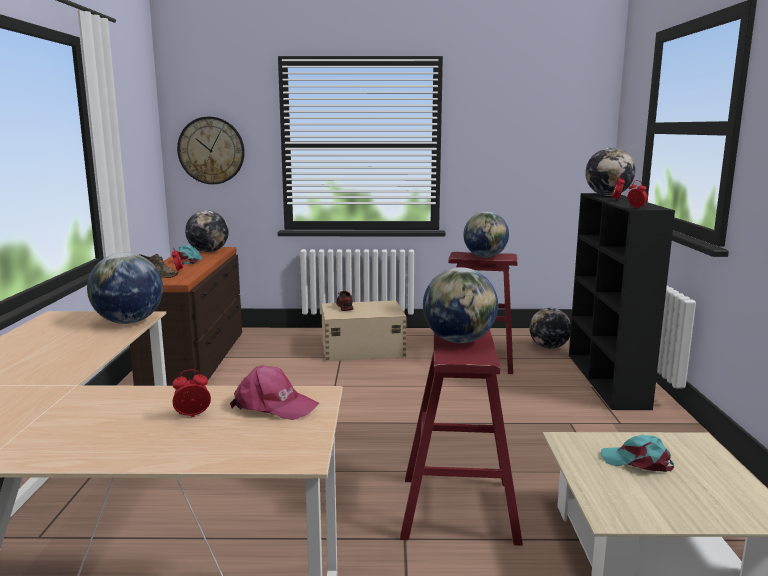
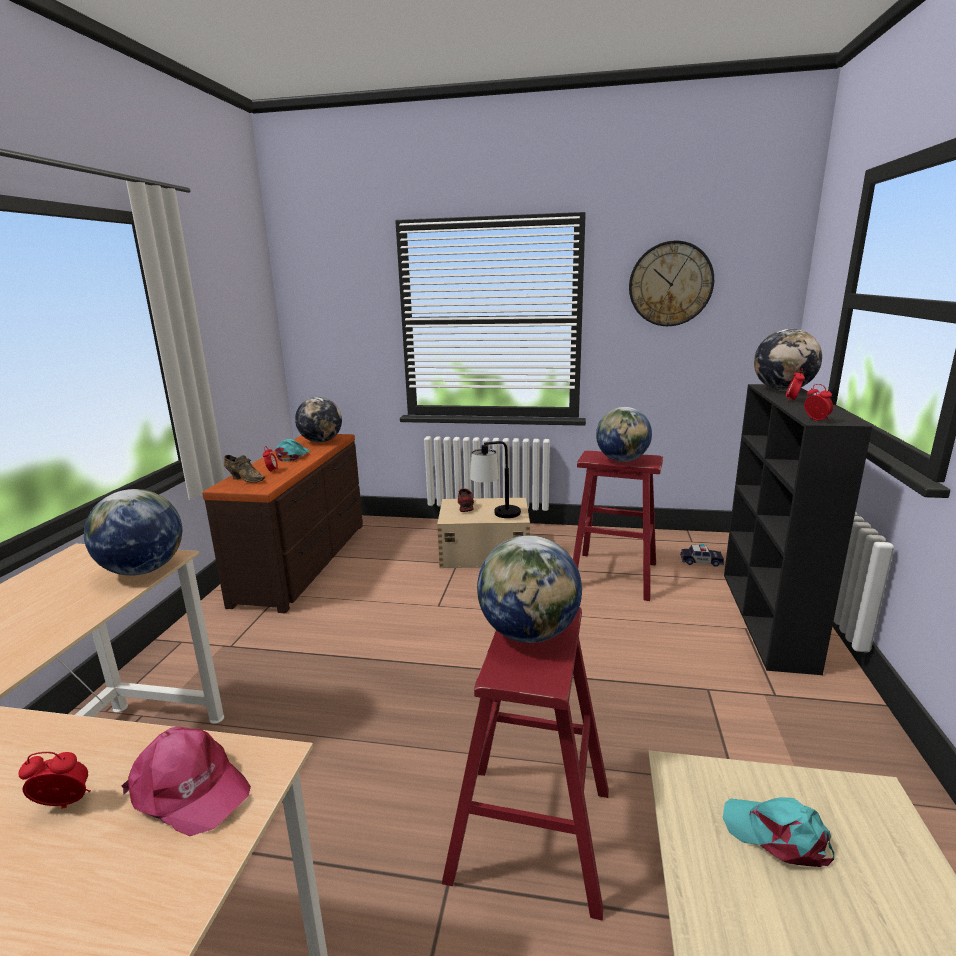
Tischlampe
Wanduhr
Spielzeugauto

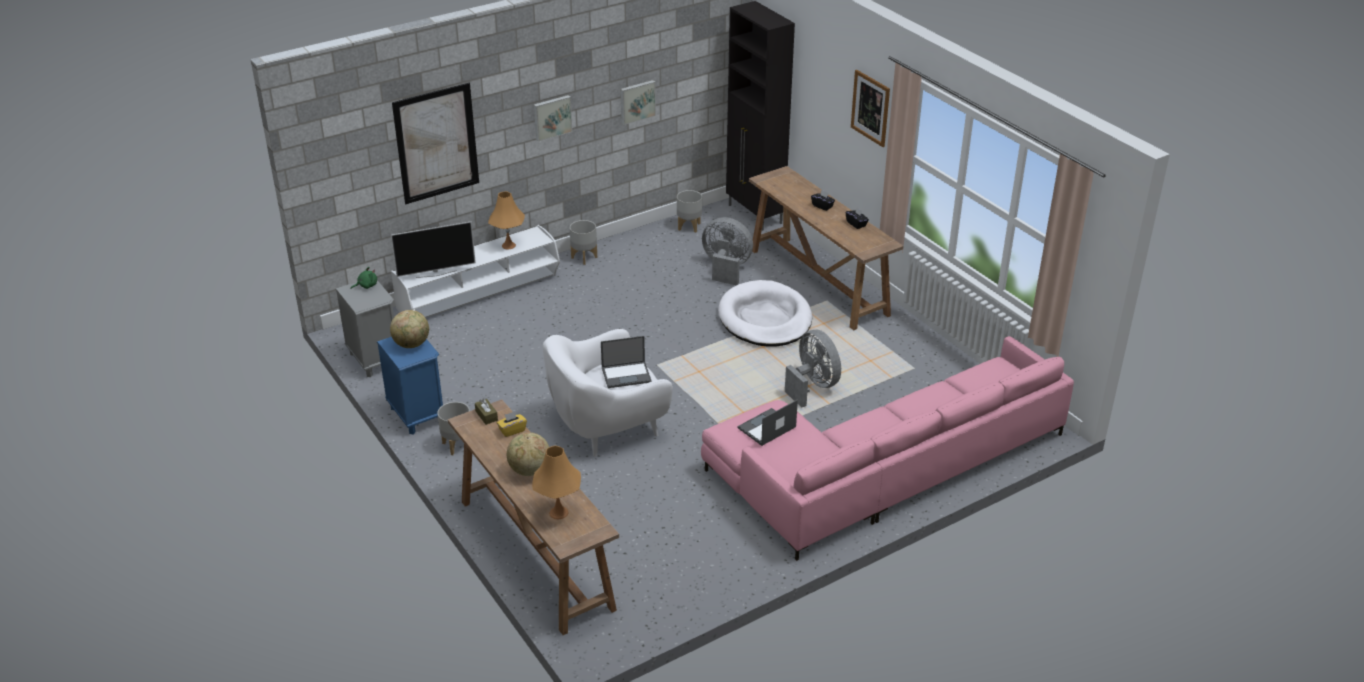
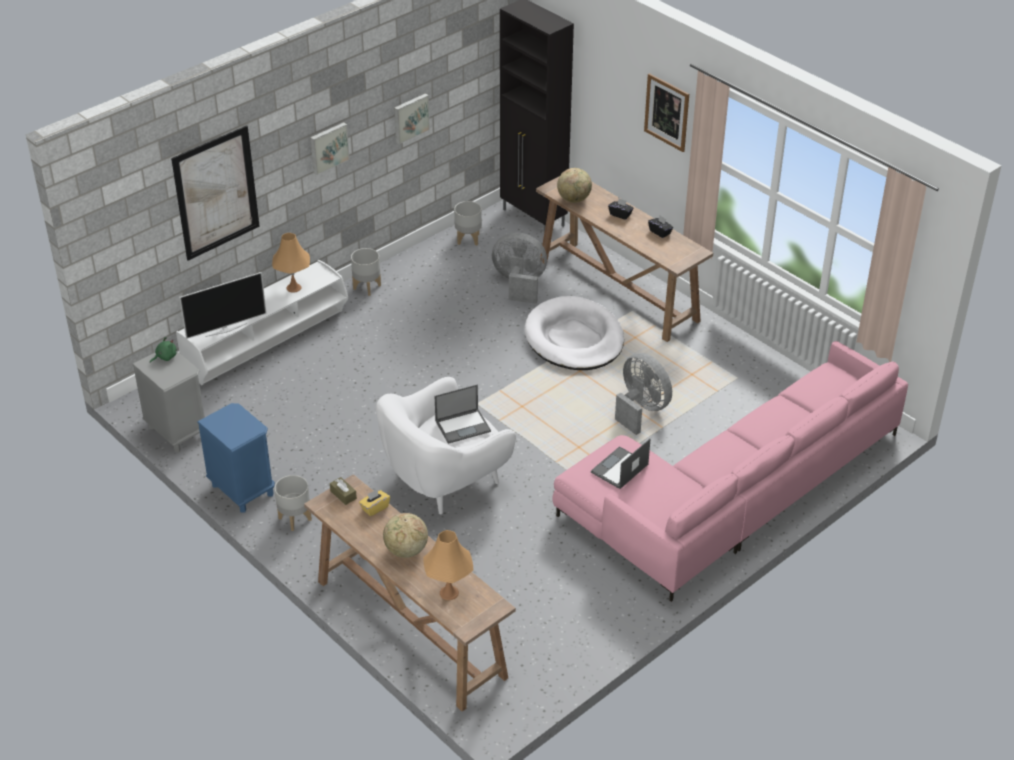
Globus (no. 2 from left)

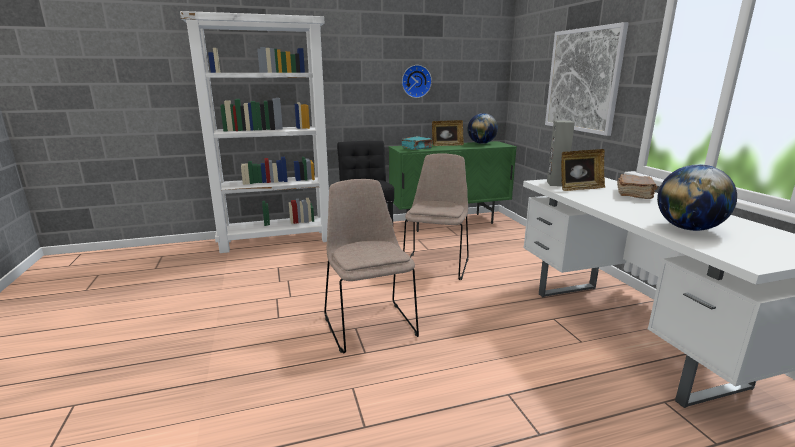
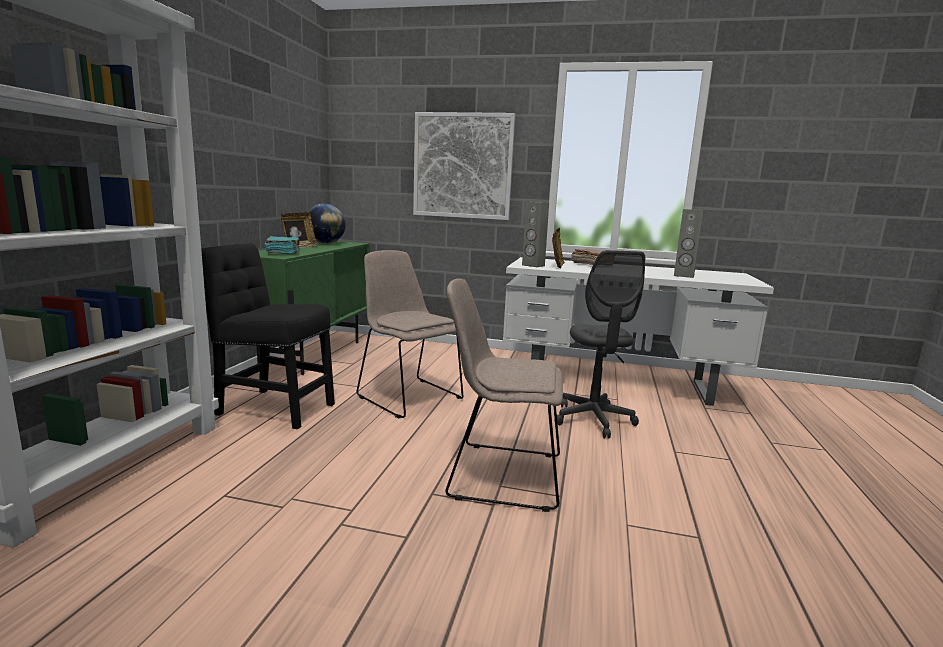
Bürostuhl/grau
Lautsprecher/grau (no. 2 from left)
Wanduhr

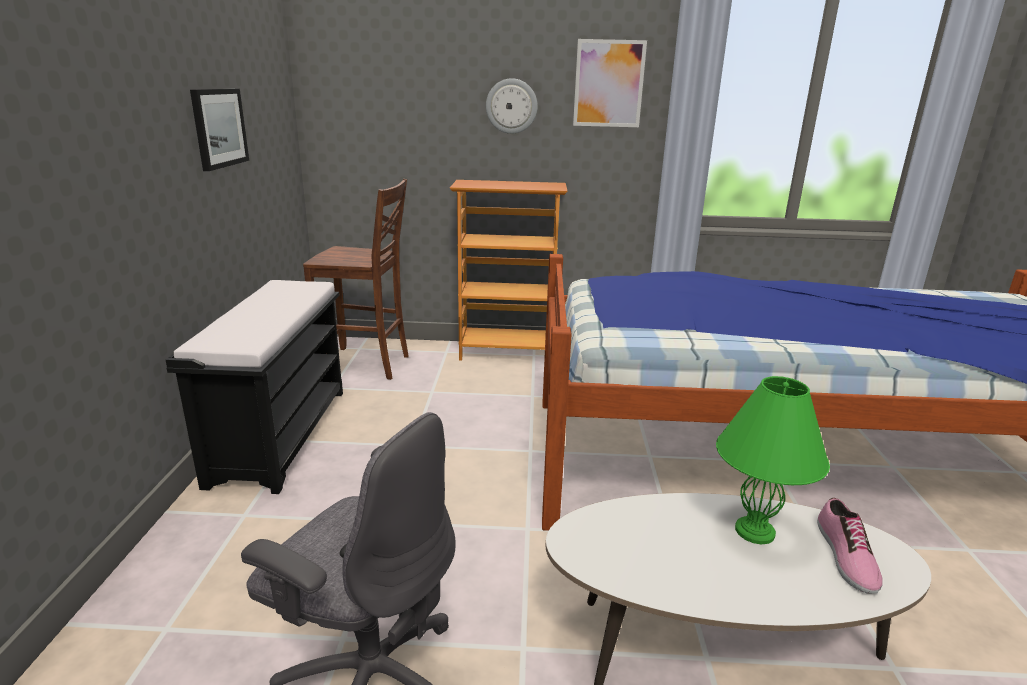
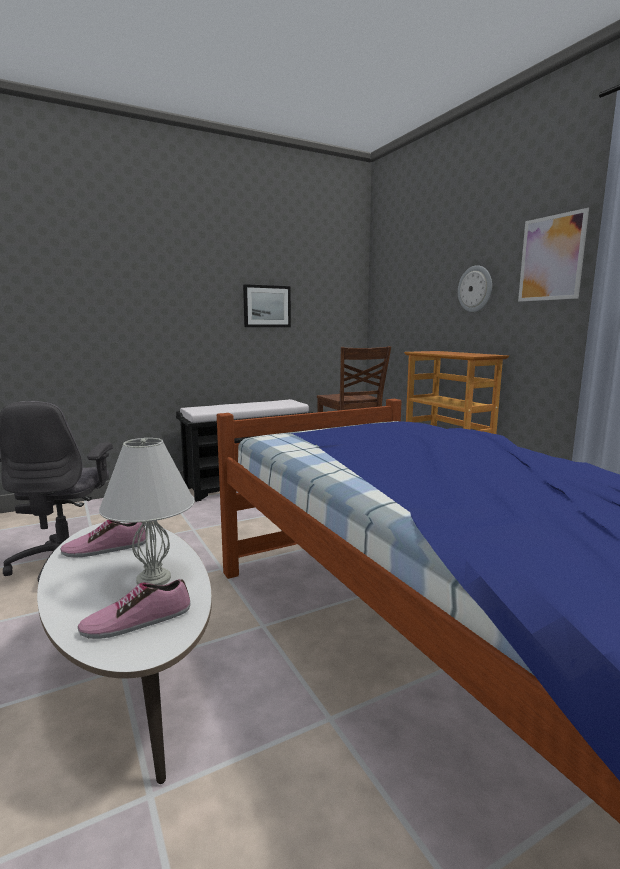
Schuh (no. 1 from left)
Tischlampe/weiß

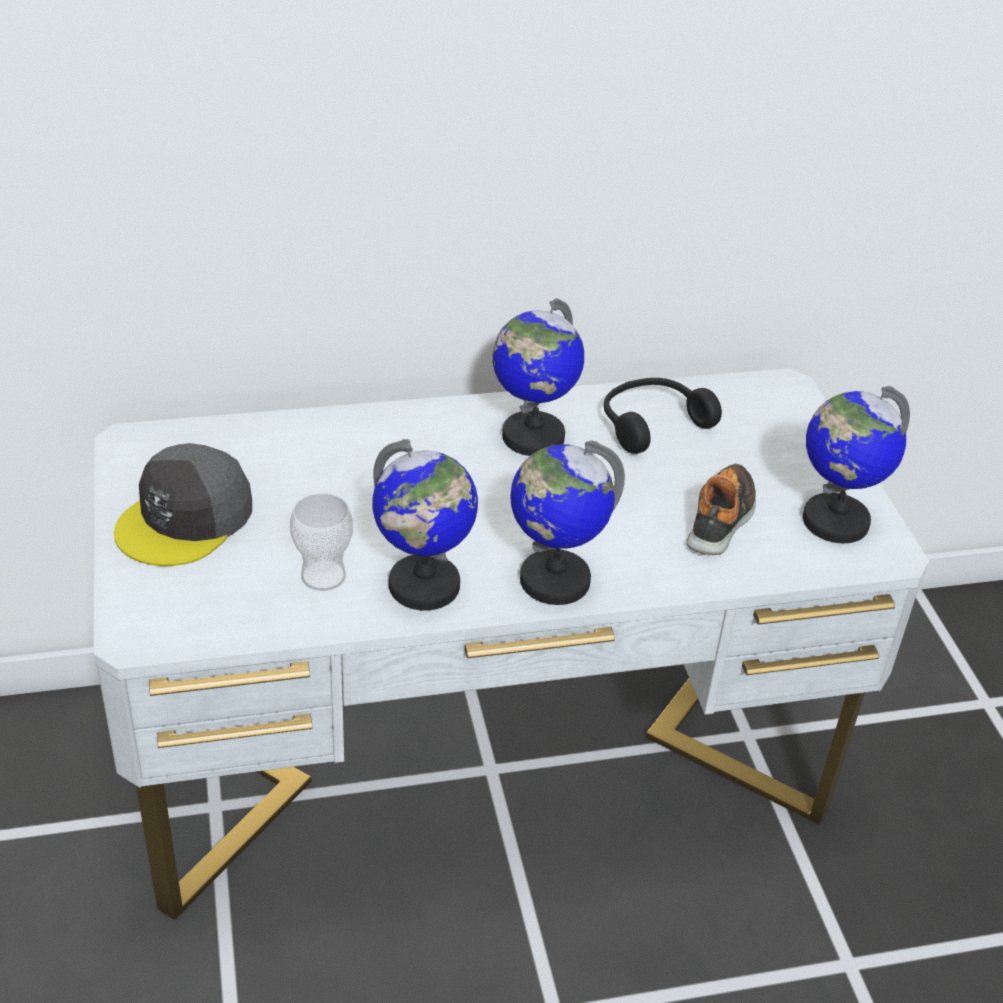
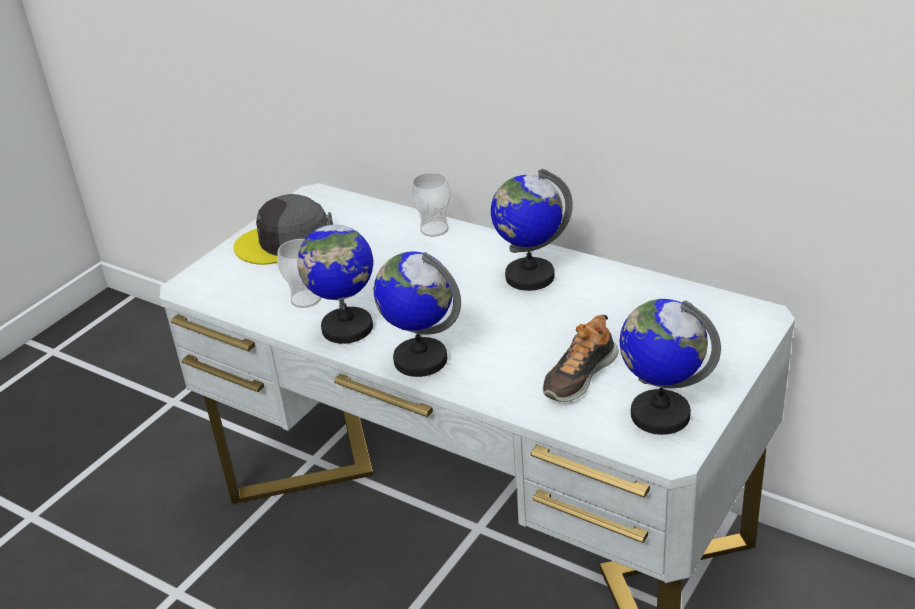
Tasse (no. 2 from left)
Schuh
Kopfhörer/schwarz

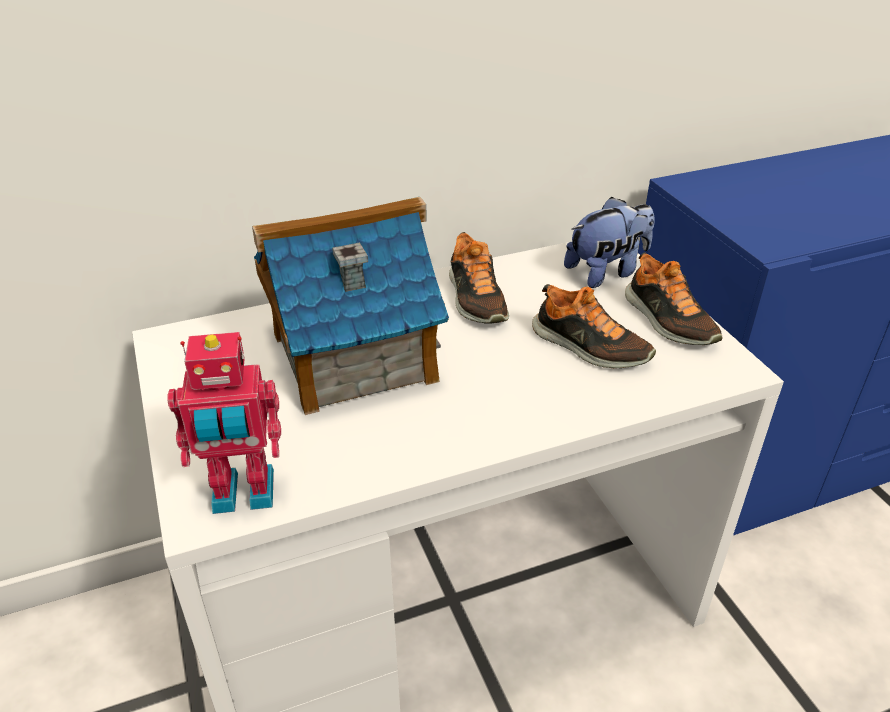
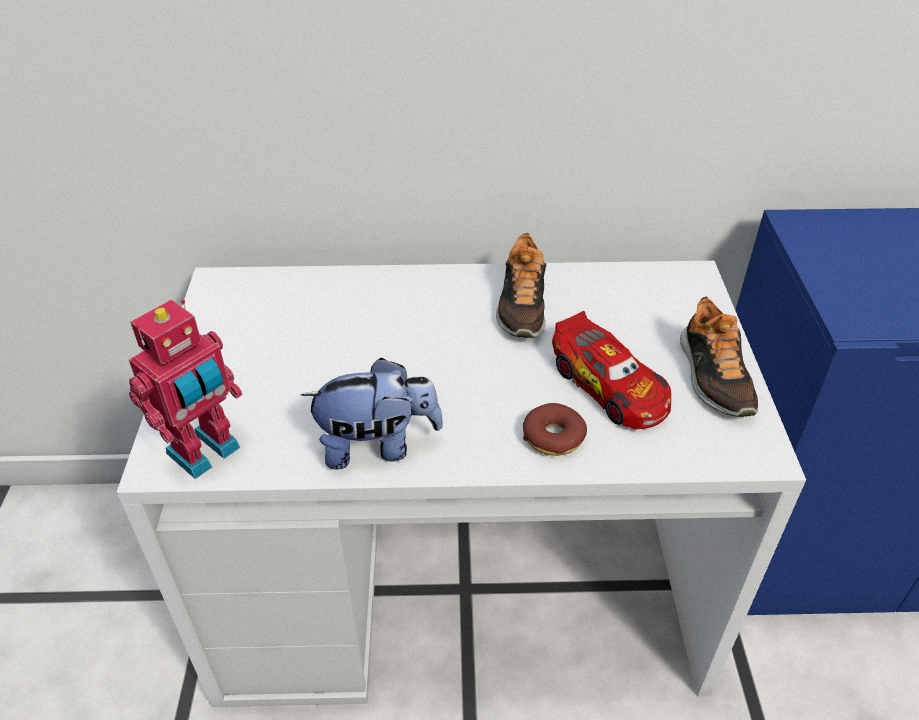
Spielzeugroboter
Plüschtier
Donut
Spielzeugauto
Spielzeughaus

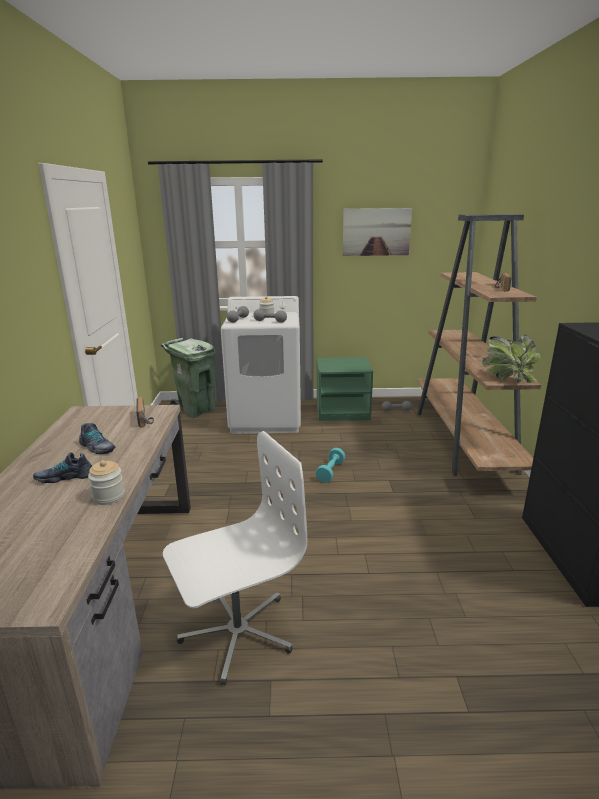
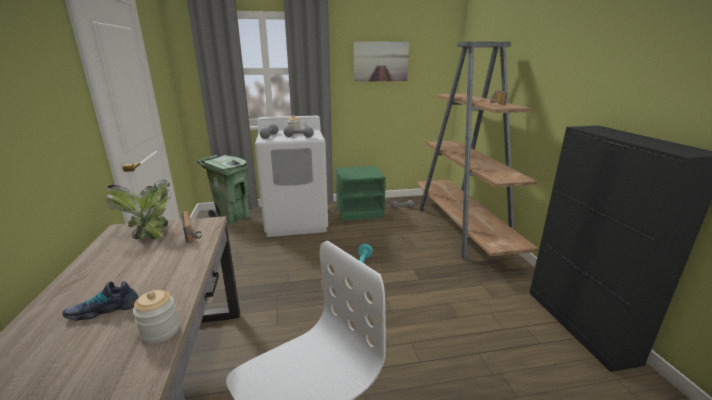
Topfpflanze
Schuh (no. 2 from left in the first image)

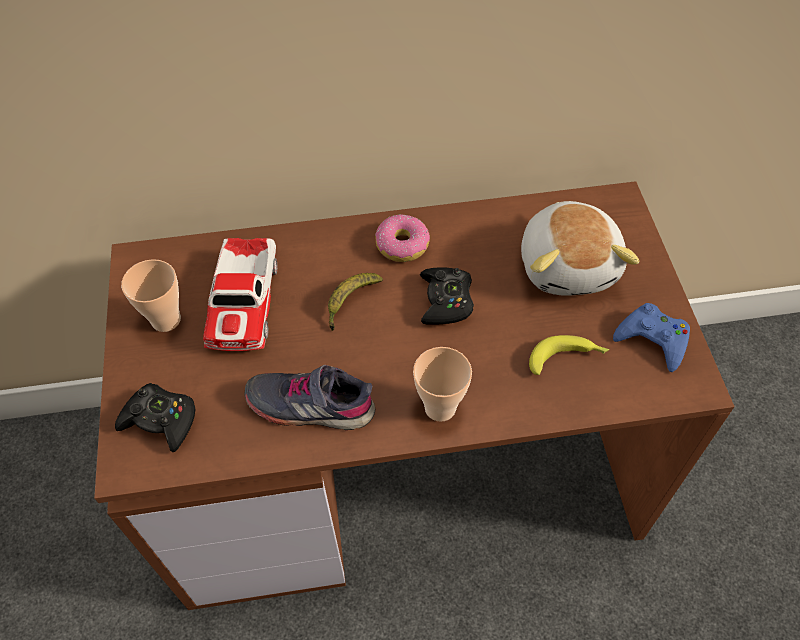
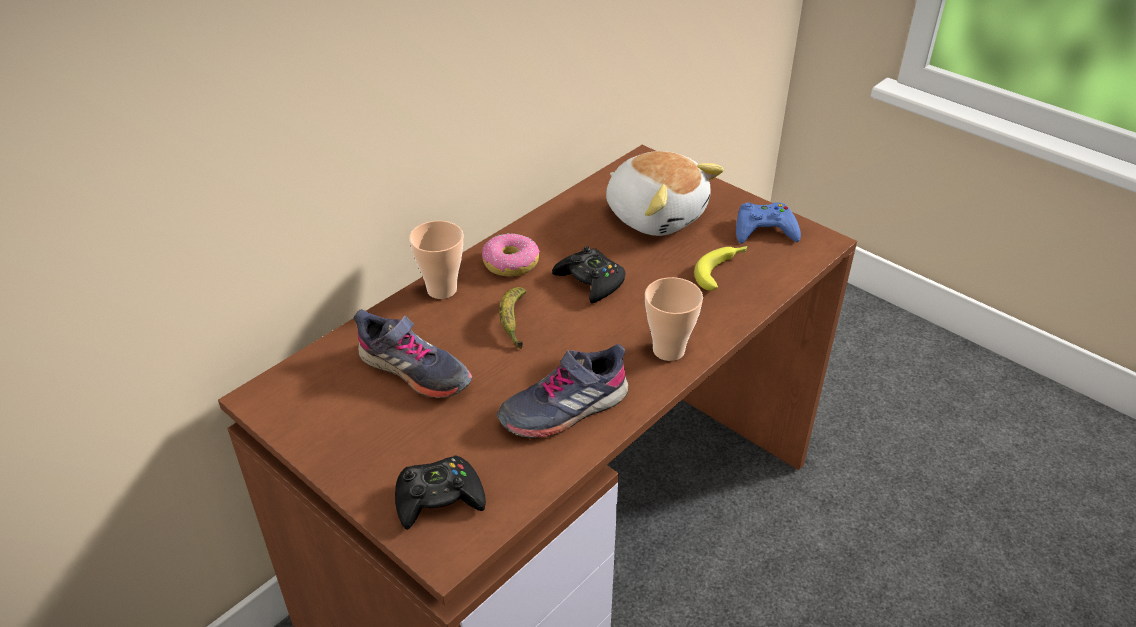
Schuh/grau (no. 1 from left)
Tasse (no. 1 from left)

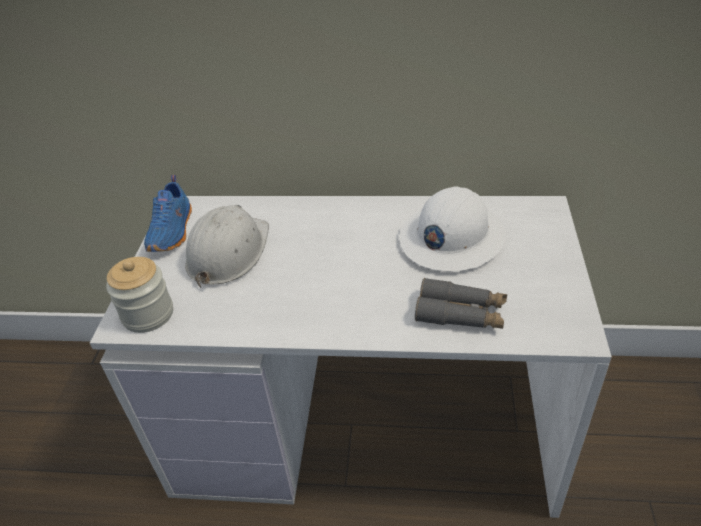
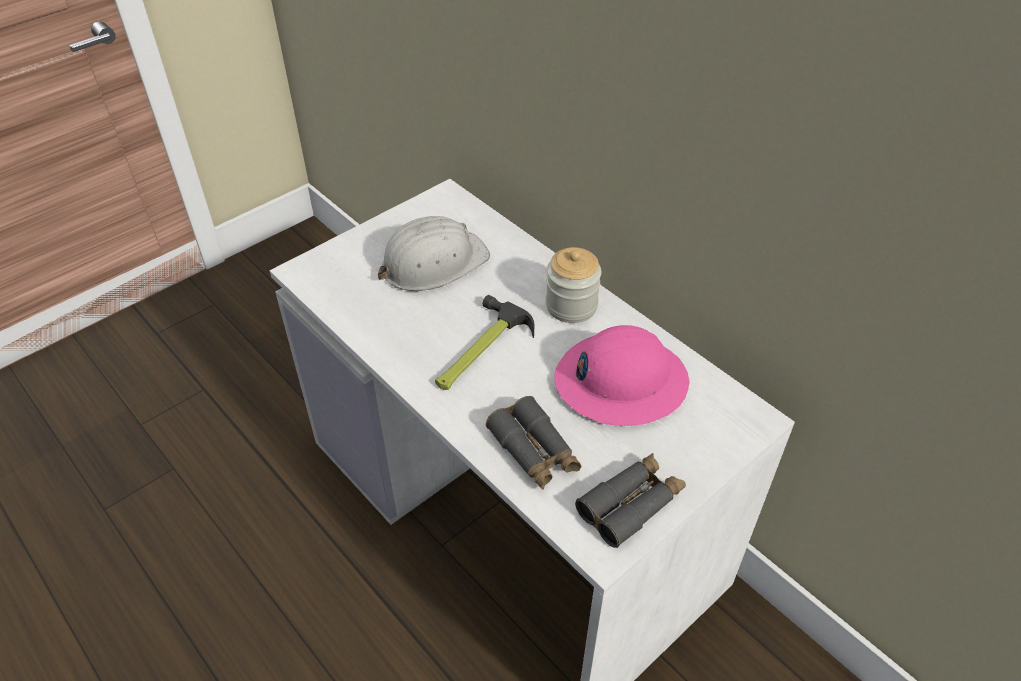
Hammer
Vorratsglas
Schutzhelm/rosa
Fernglas/grau (no. 2 from left)
Schuh/blau

